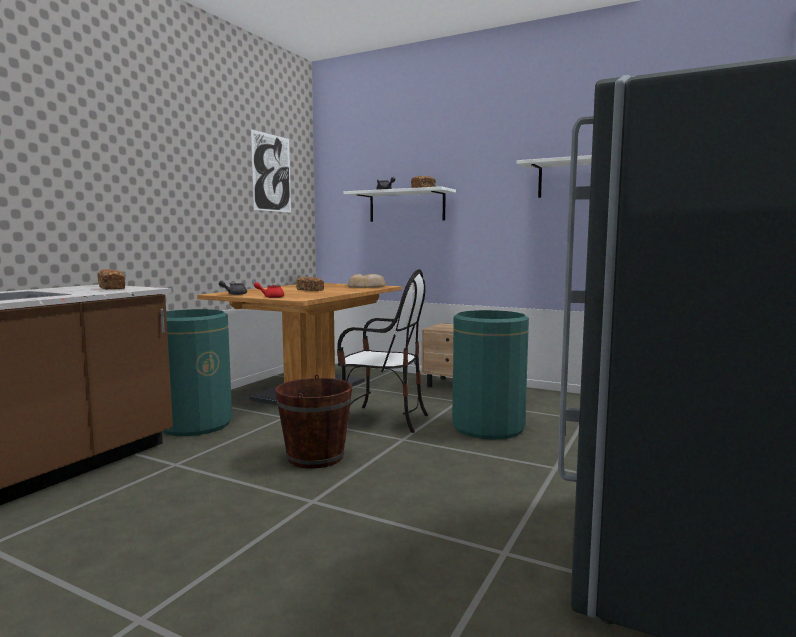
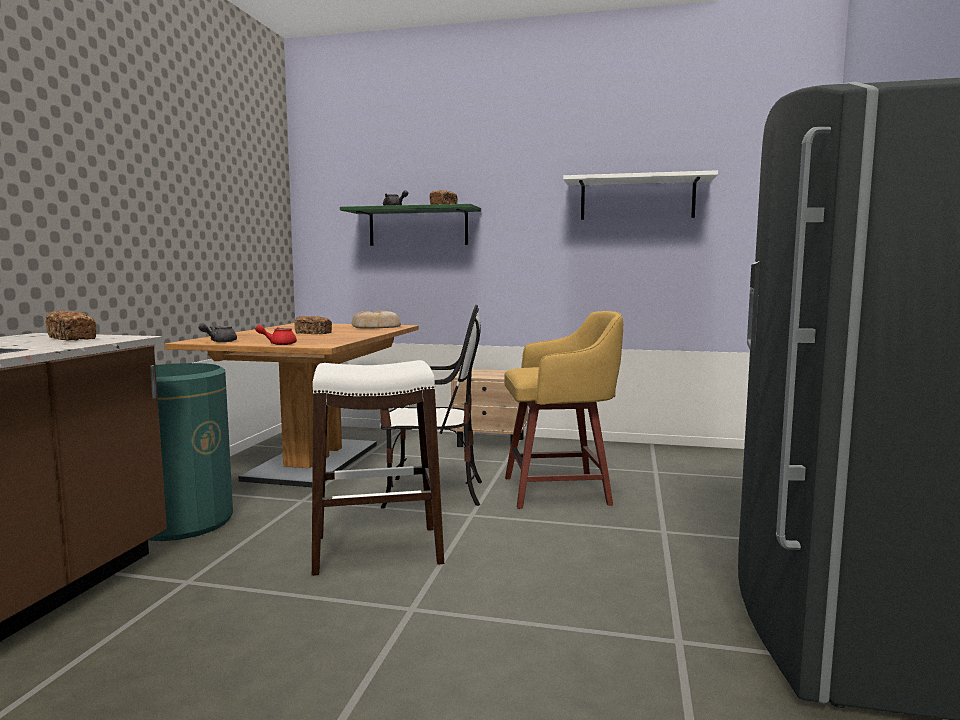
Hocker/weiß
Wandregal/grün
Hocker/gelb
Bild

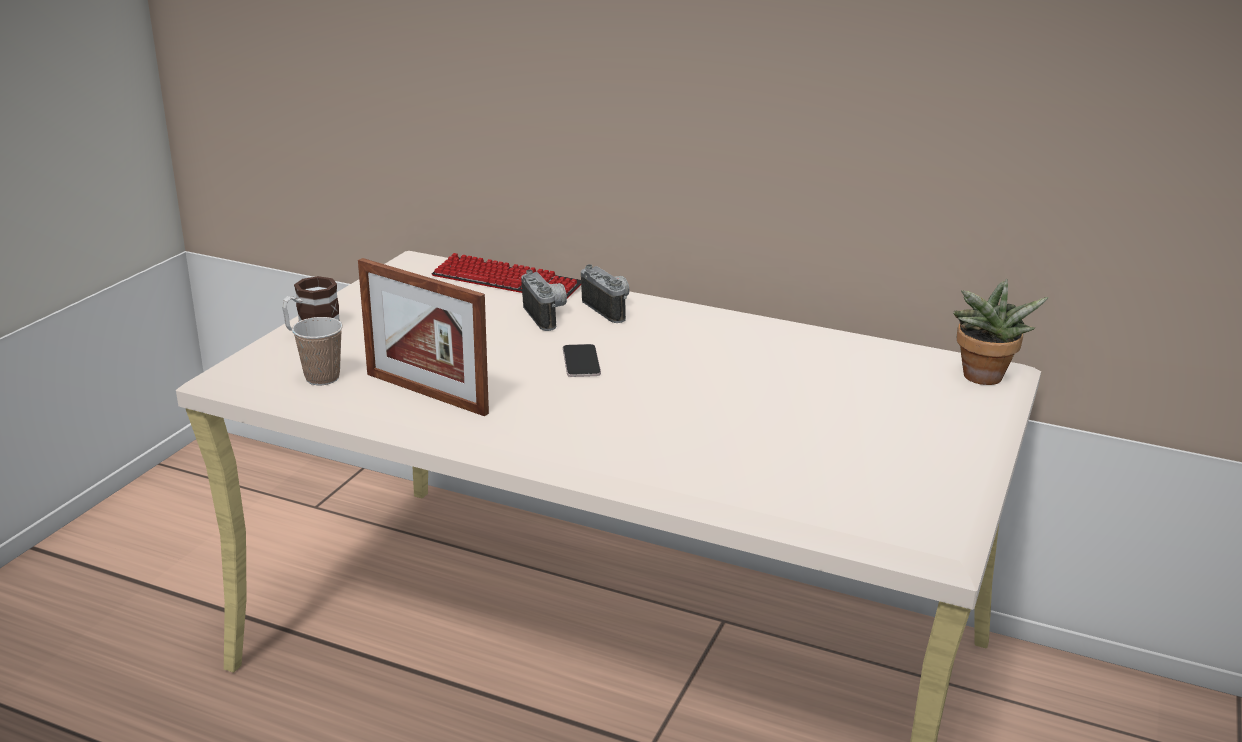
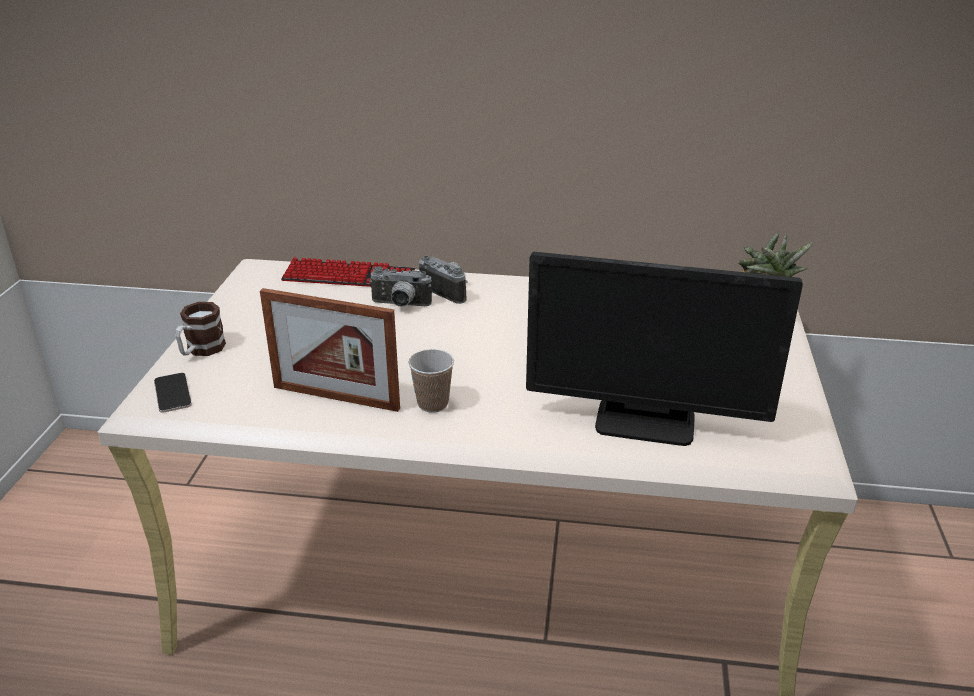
Handy
Kamera (no. 1 from left)
Tasse
Monitor

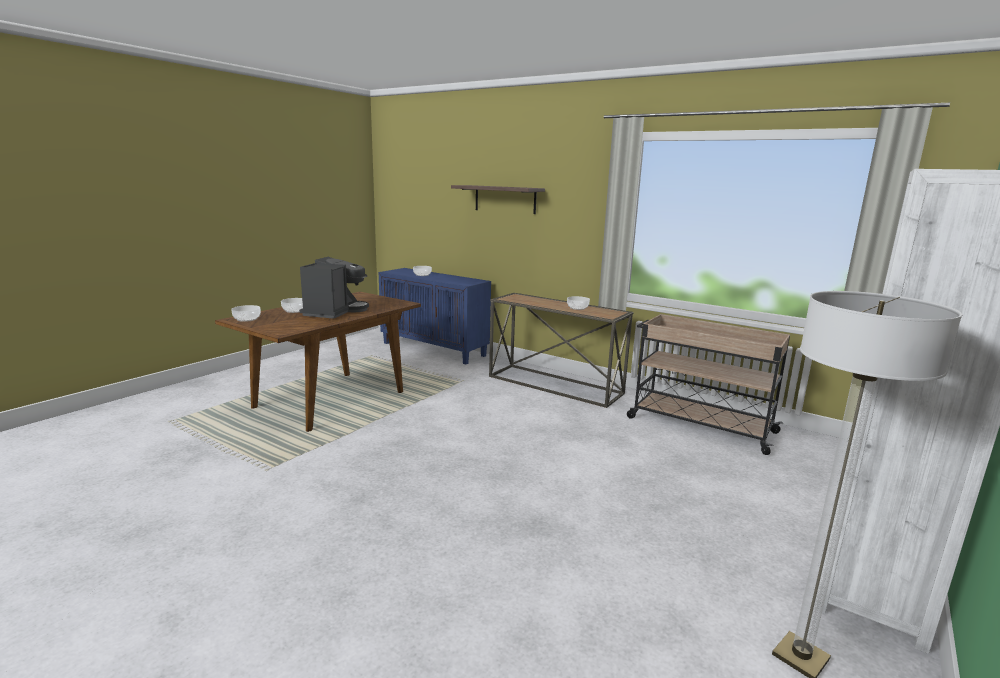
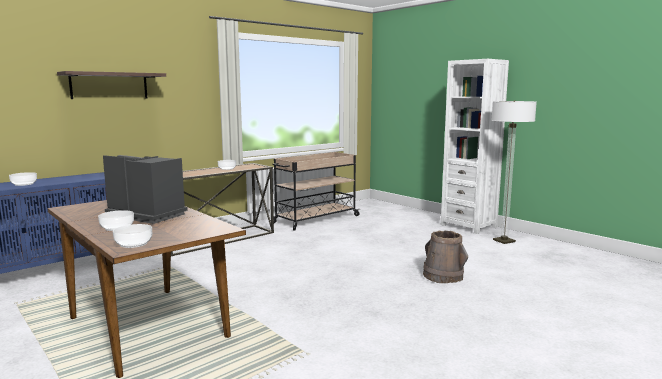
Eimer/braun

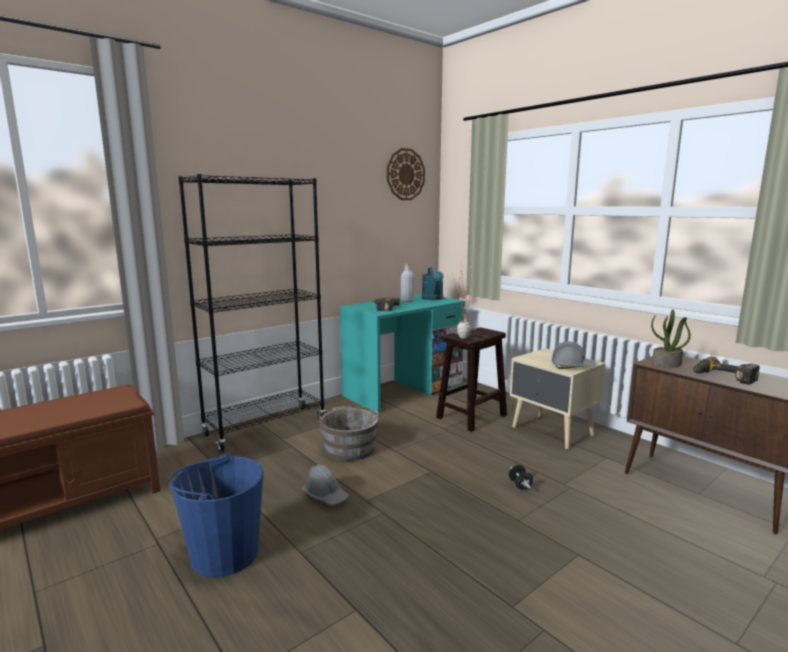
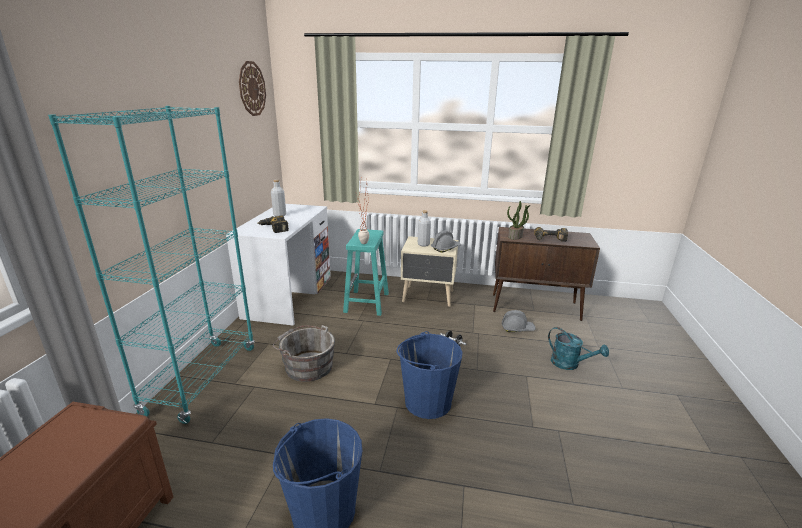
Bücherregal/türkis
Schreibtisch/weiß
Hocker/türkis
Eimer/blau (no. 2 from left)
Flasche/grau (no. 2 from left)
Schutzhelm/grau (no. 2 from left)
Gießkanne/türkis

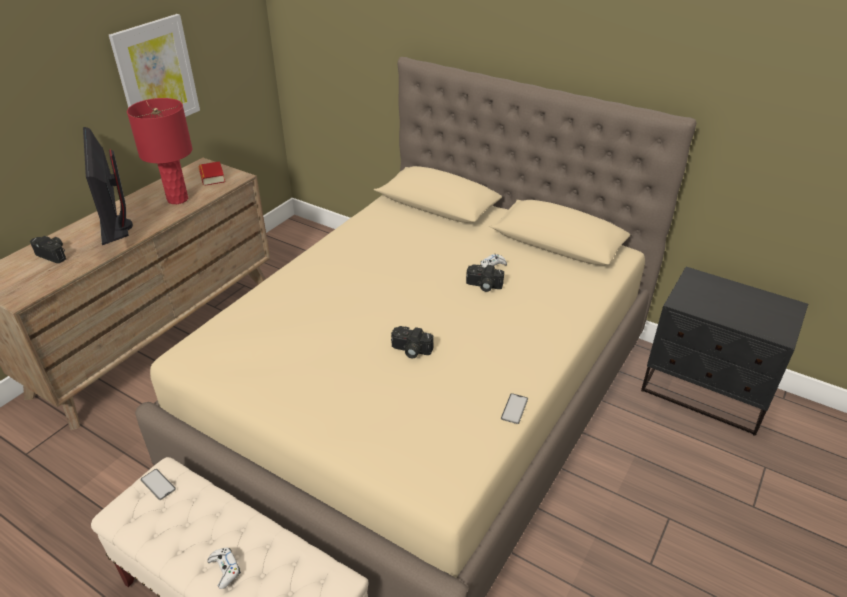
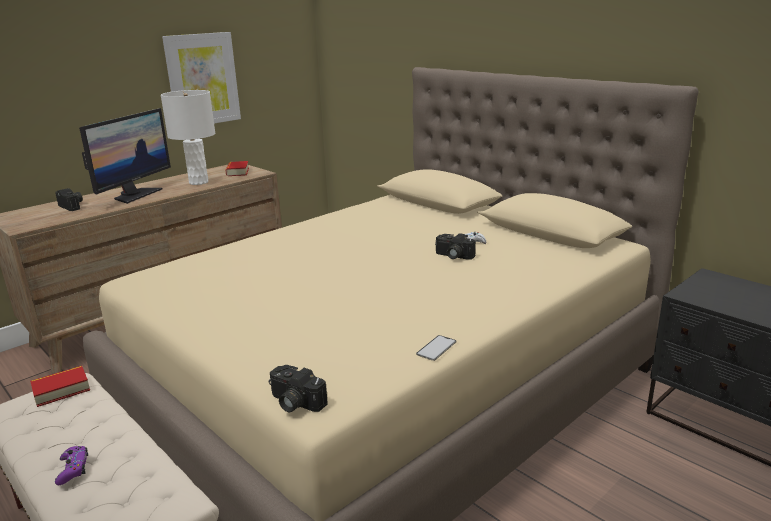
Buch (no. 1 from left)
Gamepad/lila
Monitor
Tischlampe/weiß
Kamera (no. 2 from left)

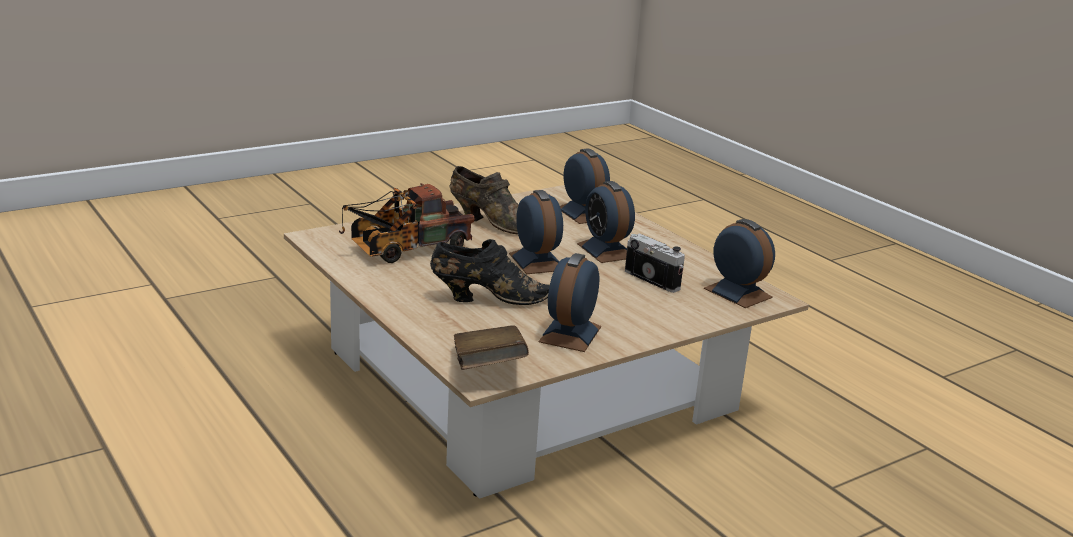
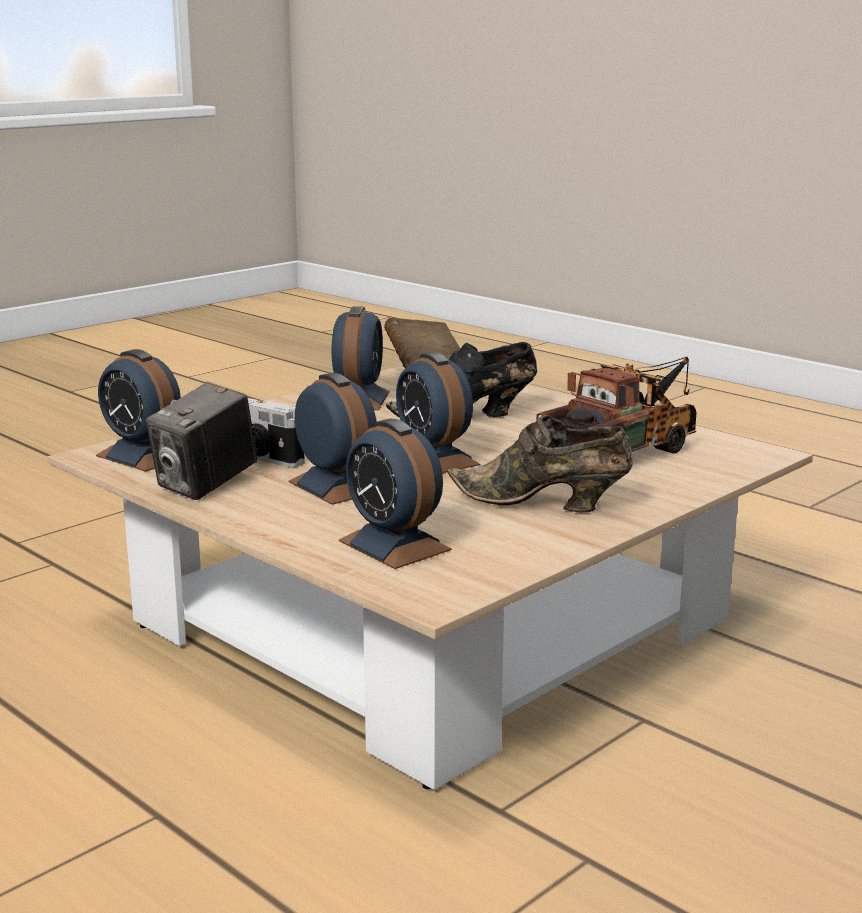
Kamera (no. 1 from left)

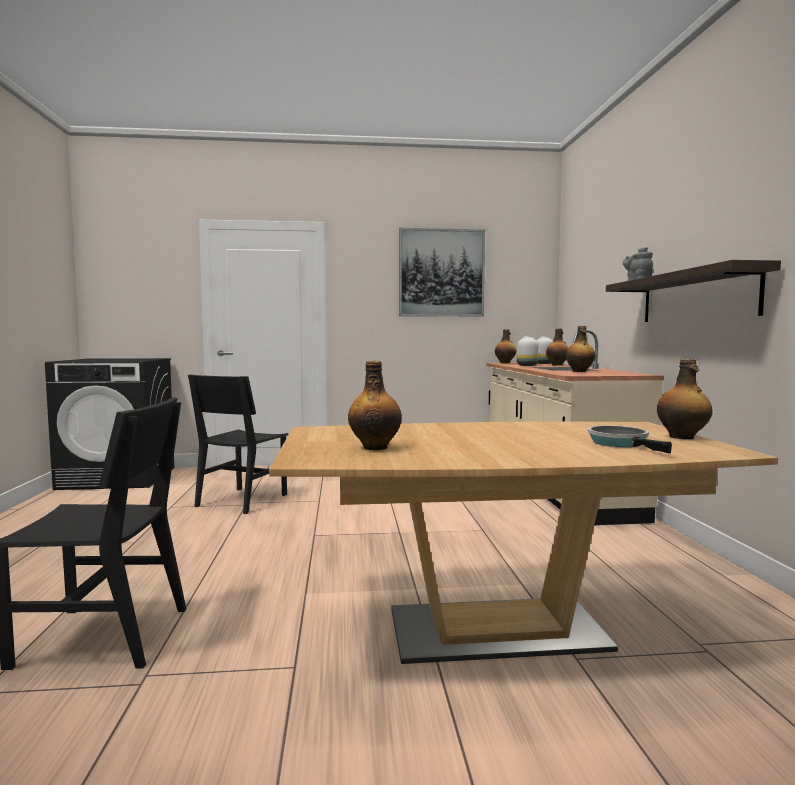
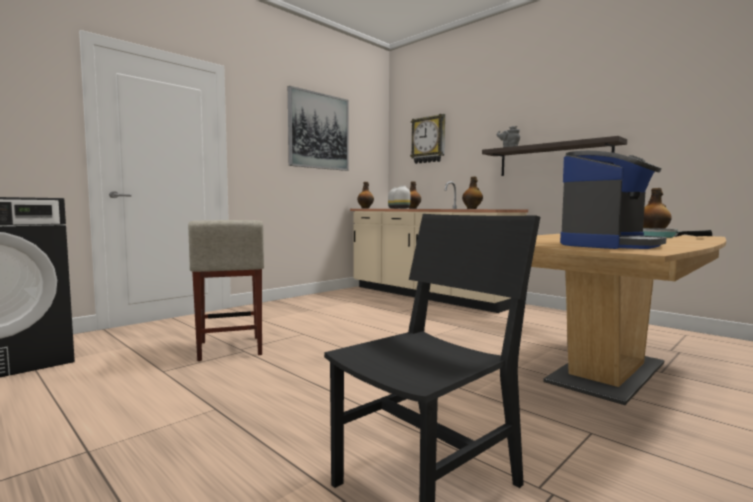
Hocker/beige
Wanduhr
Kaffeemaschine

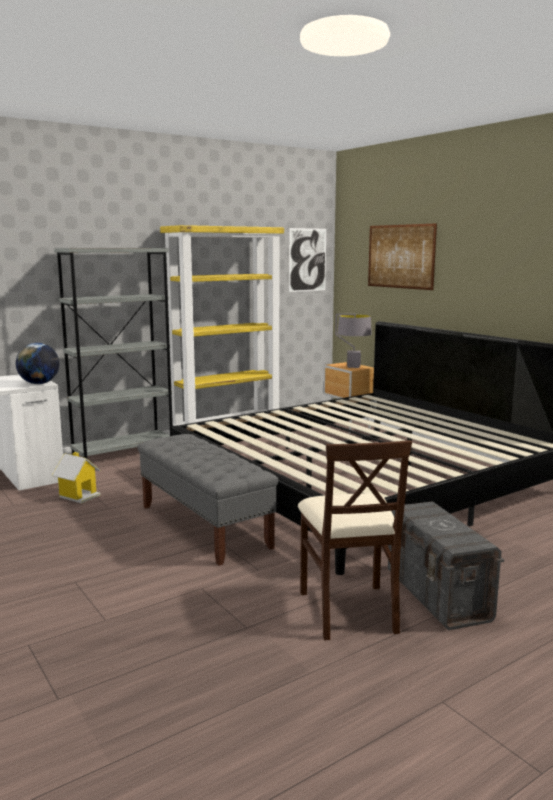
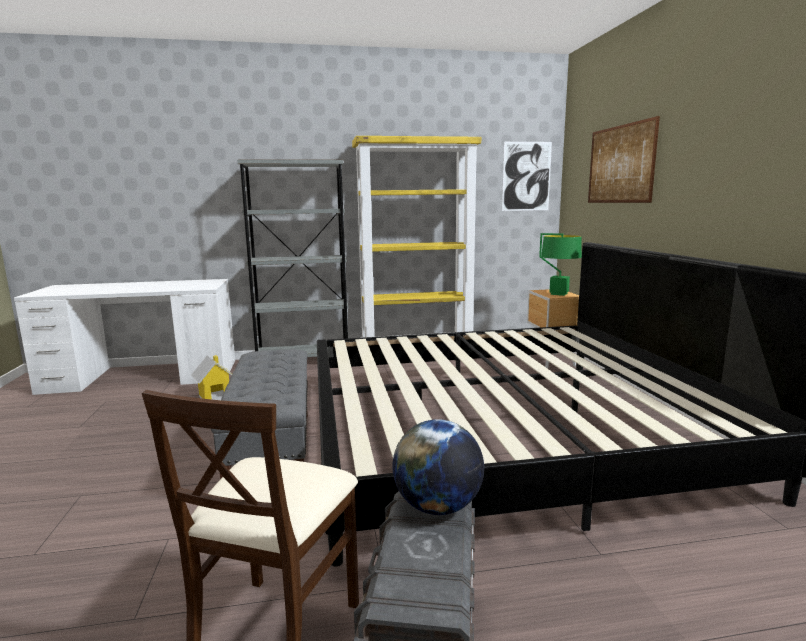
Globus
Tischlampe/grün

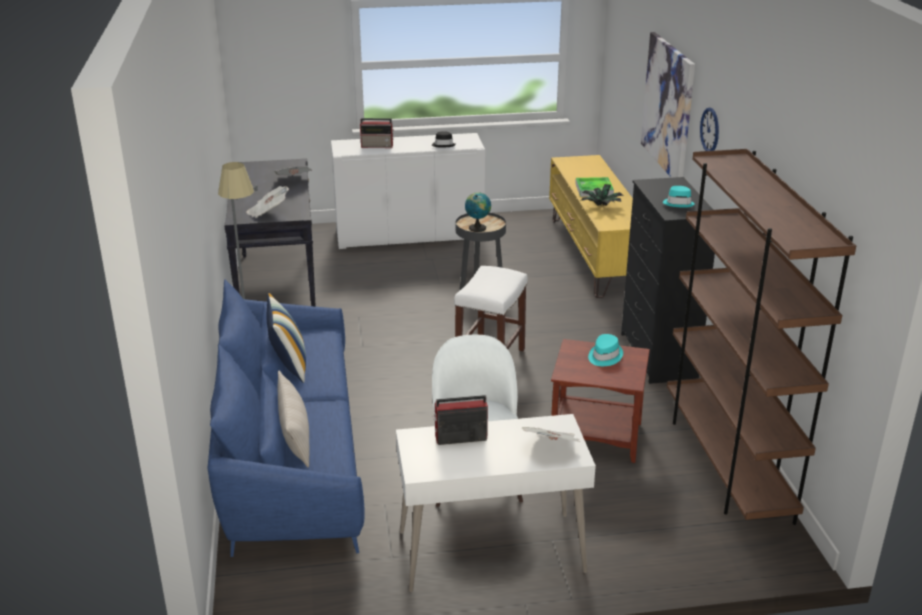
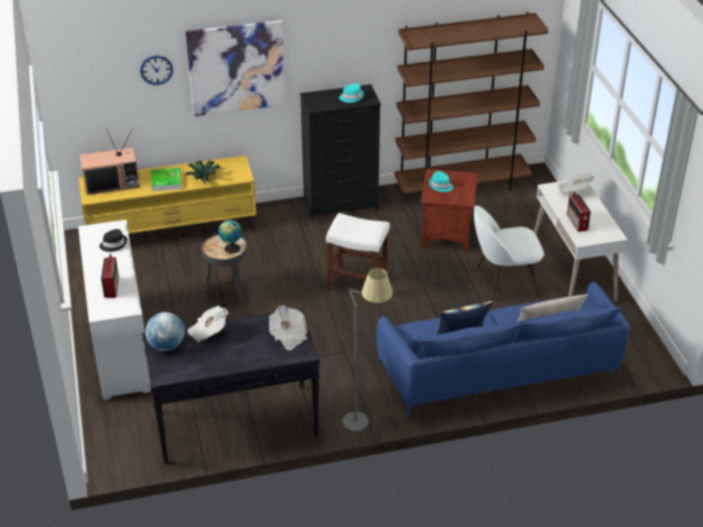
Fernseher
Wanduhr
Globus (no. 1 from left)

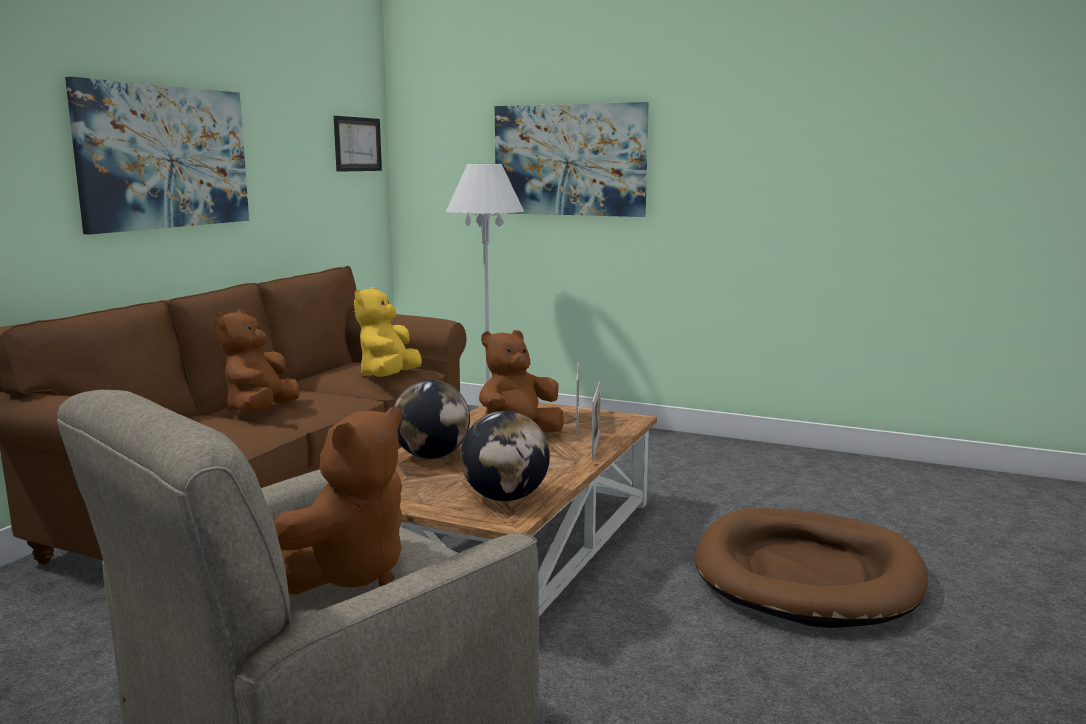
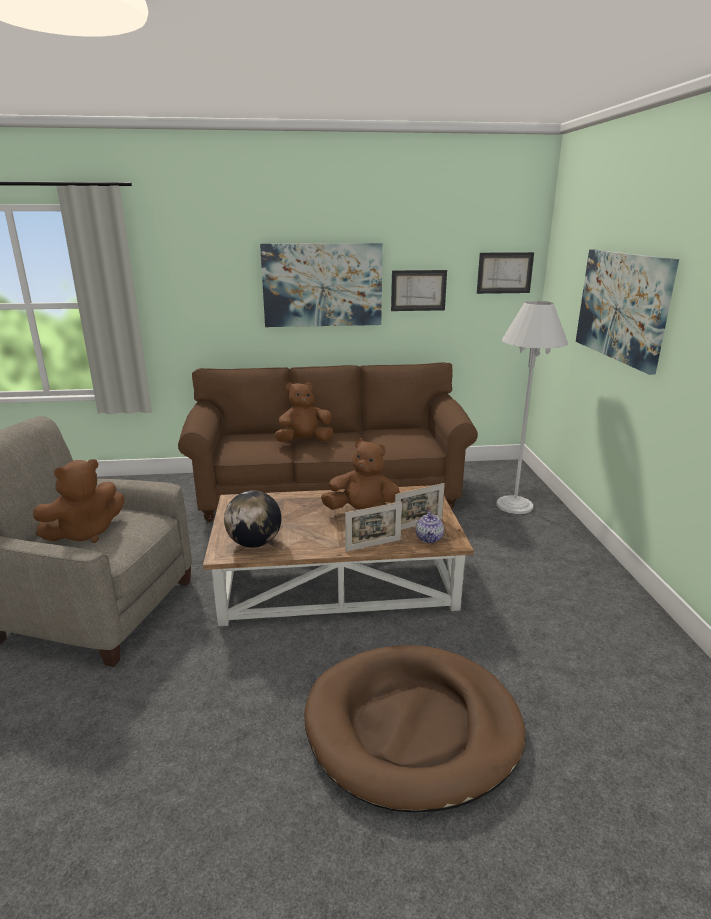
Plüschtier/braun (no. 1 from left)
Bild (no. 2 from left)
Teekanne
Plüschtier/gelb
Globus (no. 1 from left in the first image)

